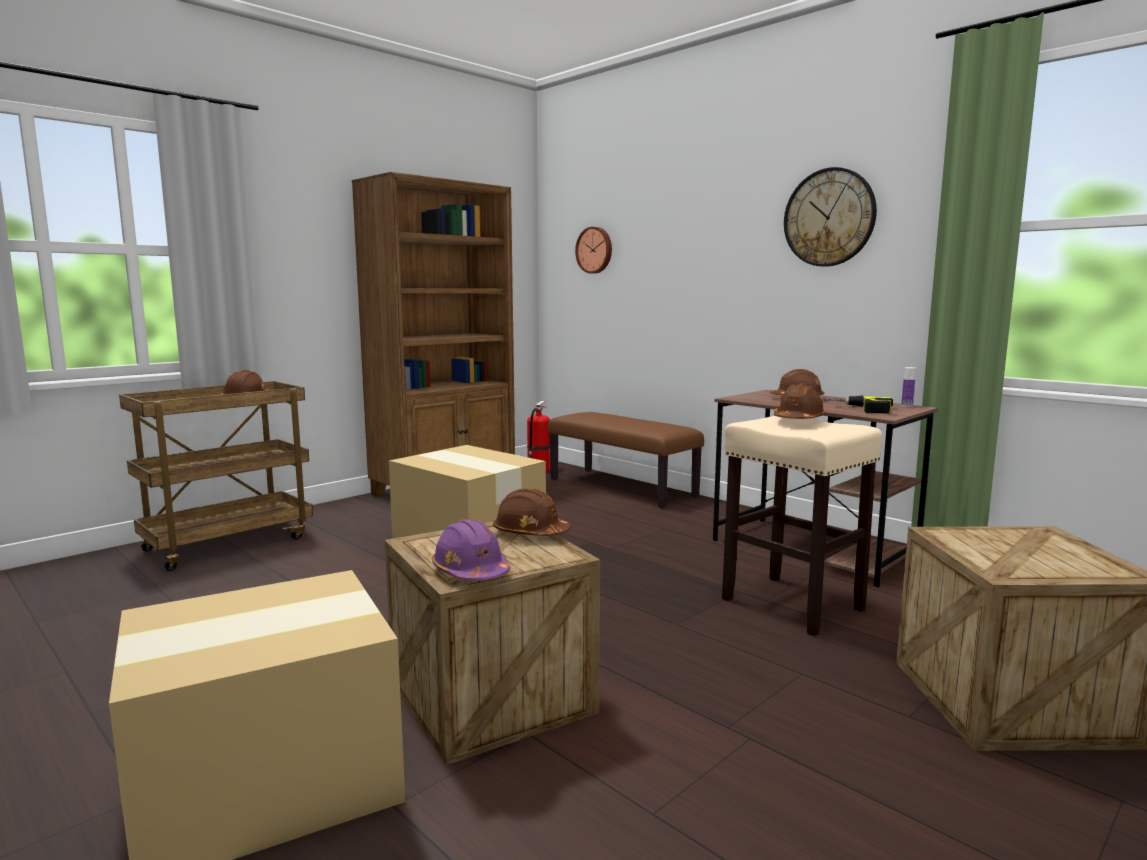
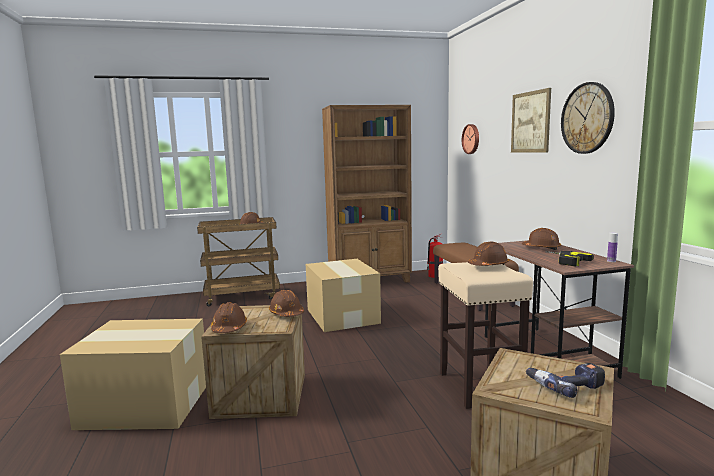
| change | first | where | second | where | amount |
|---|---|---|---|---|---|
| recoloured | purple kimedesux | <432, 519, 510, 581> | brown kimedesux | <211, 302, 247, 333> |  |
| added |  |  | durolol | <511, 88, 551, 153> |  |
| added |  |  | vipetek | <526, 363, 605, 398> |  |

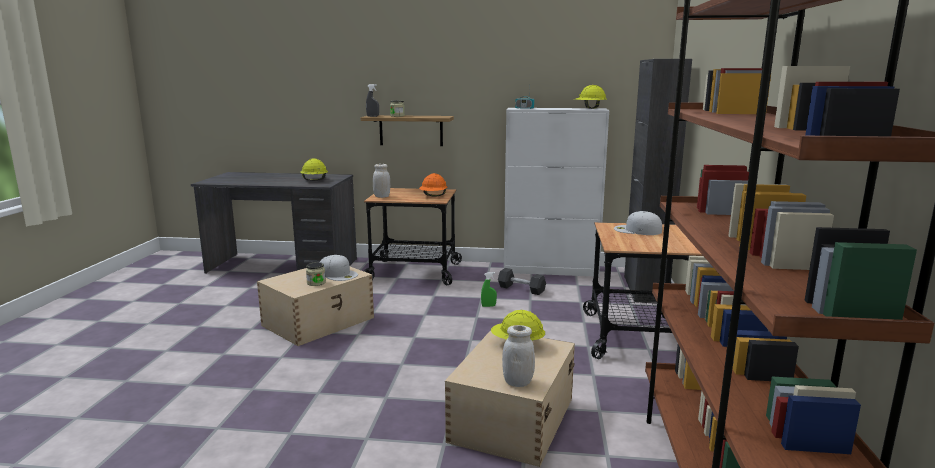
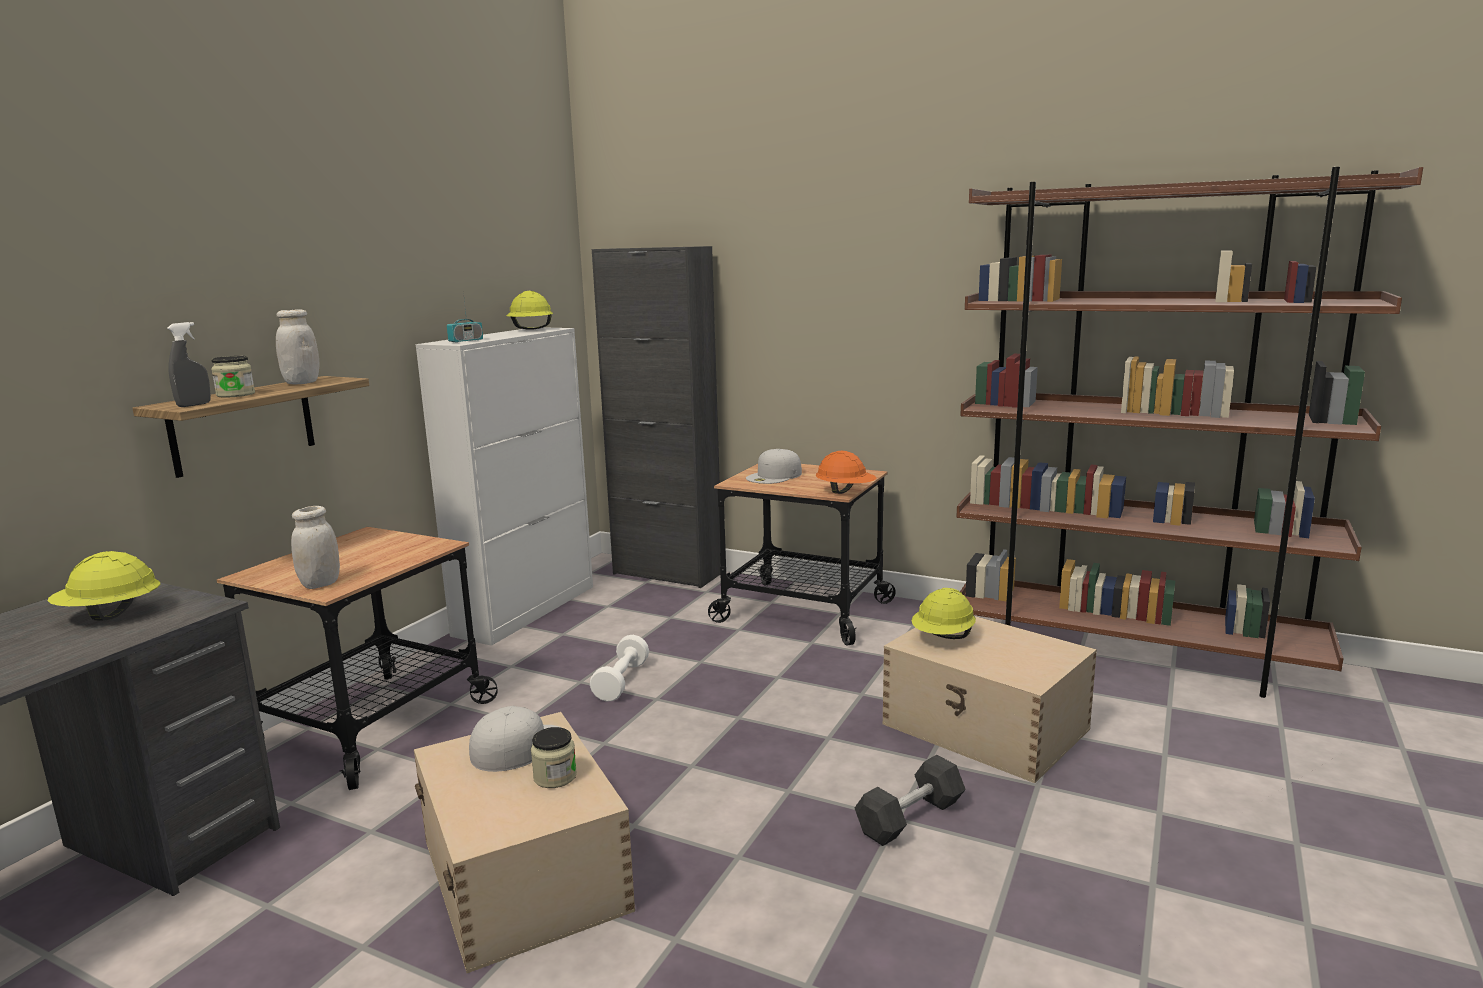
| change | first | where | second | where | amount |
|---|---|---|---|---|---|
| moved | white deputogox | <502, 325, 535, 387> |  | <276, 309, 319, 384> |  |
| replaced | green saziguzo | <481, 272, 497, 307> | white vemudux | <590, 635, 649, 702> |  |
| moved | orange kimedesux | <419, 173, 447, 197> |  | <816, 451, 877, 494> |  |
| moved | black vemudux | <498, 268, 546, 295> |  | <855, 755, 966, 846> |  |

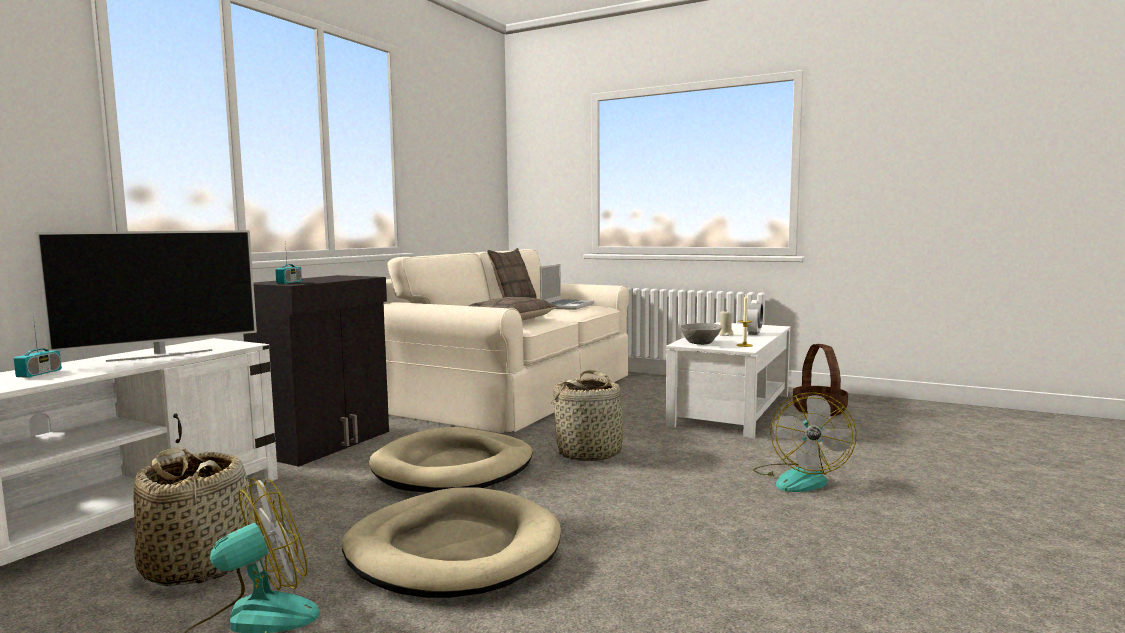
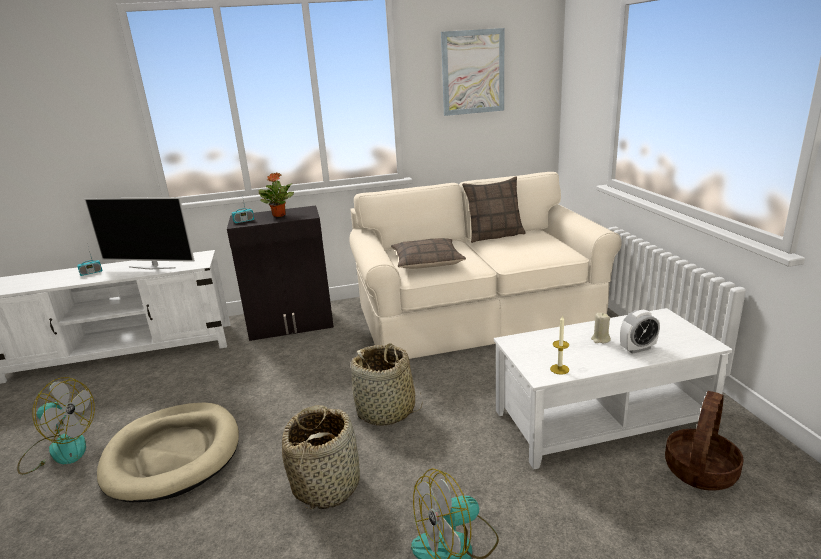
| change | first | where | second | where | amount |
|---|---|---|---|---|---|
| added |  |  | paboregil | <259, 172, 294, 217> |  |
| moved | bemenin | <133, 447, 251, 586> |  | <282, 405, 360, 509> |  |
| added |  |  | durolol | <441, 28, 504, 116> |  |
| removed | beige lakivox | <369, 427, 533, 493> |  |  |  |
| removed | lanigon | <540, 264, 594, 310> |  |  |  |
| removed | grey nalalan | <680, 323, 722, 345> |  |  |  |

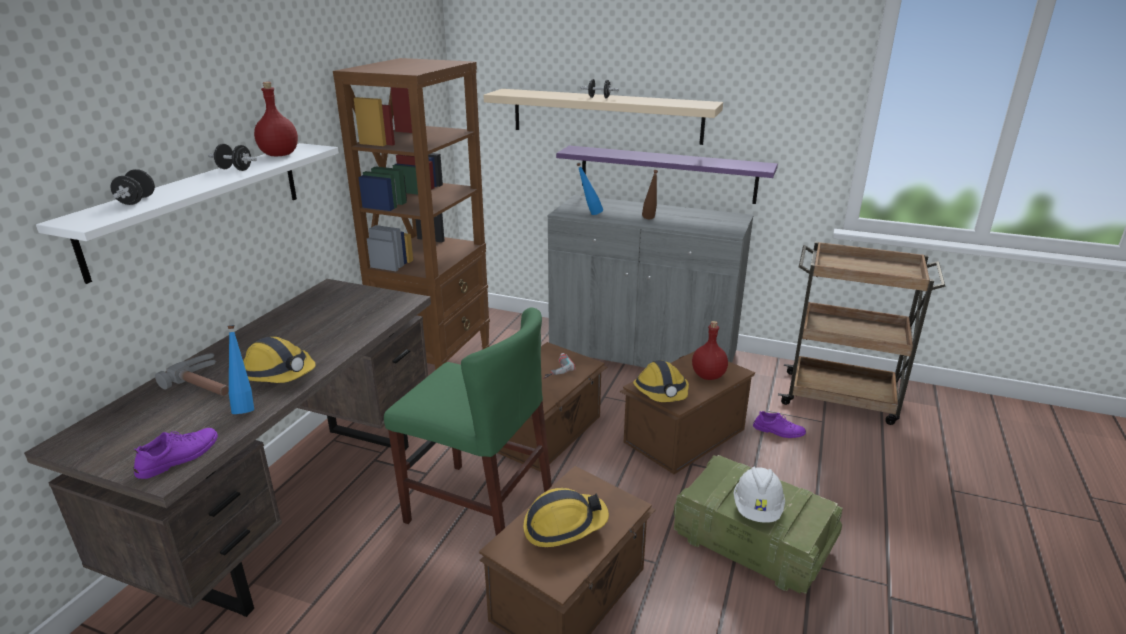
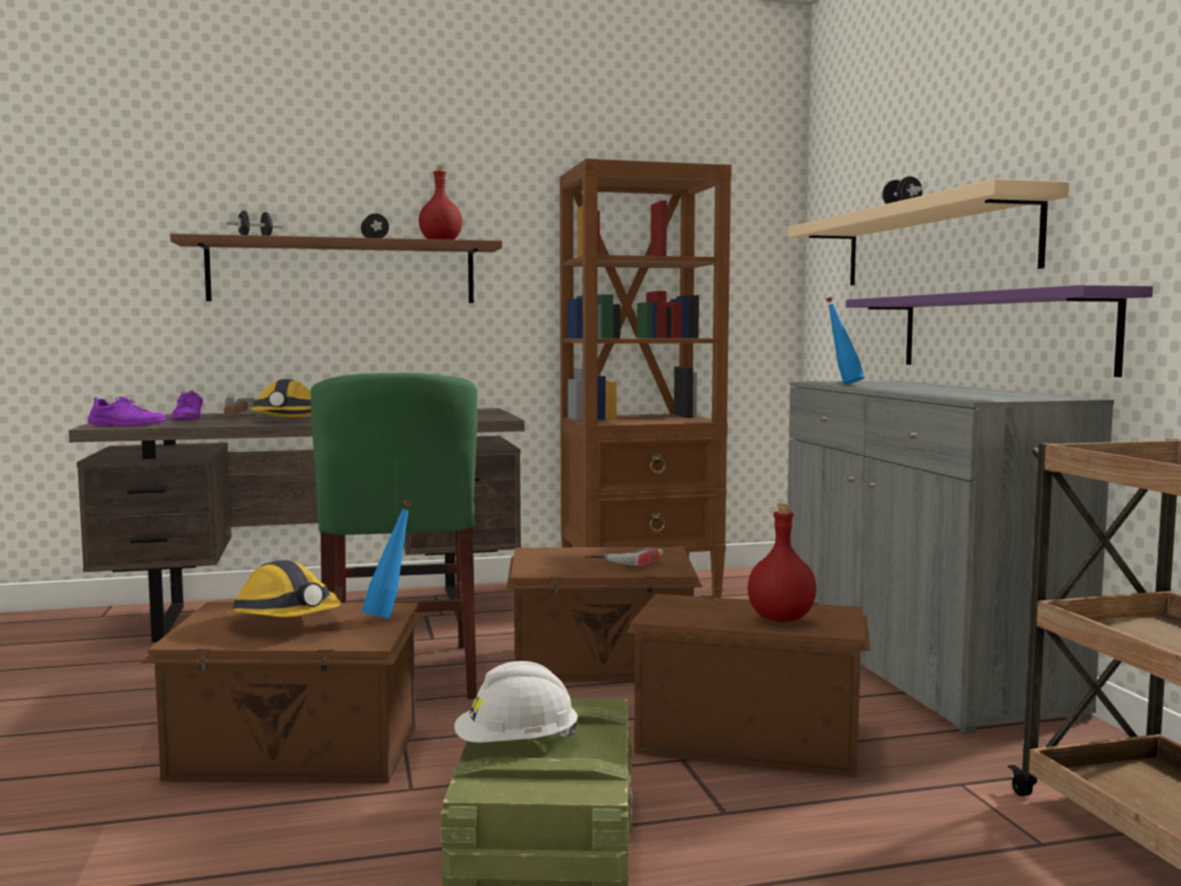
| change | first | where | second | where | amount |
|---|---|---|---|---|---|
| recoloured | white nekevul | <36, 143, 339, 284> | brown nekevul | <170, 234, 502, 303> |  |
| moved | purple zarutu | <753, 411, 806, 438> |  | <172, 391, 203, 420> |  |
| moved | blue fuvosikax | <228, 325, 254, 414> |  | <362, 500, 412, 619> |  |
| removed | kimedesux | <633, 361, 689, 402> |  |  |  |
| removed | brown fuvosikax | <642, 170, 658, 219> |  |  |  |

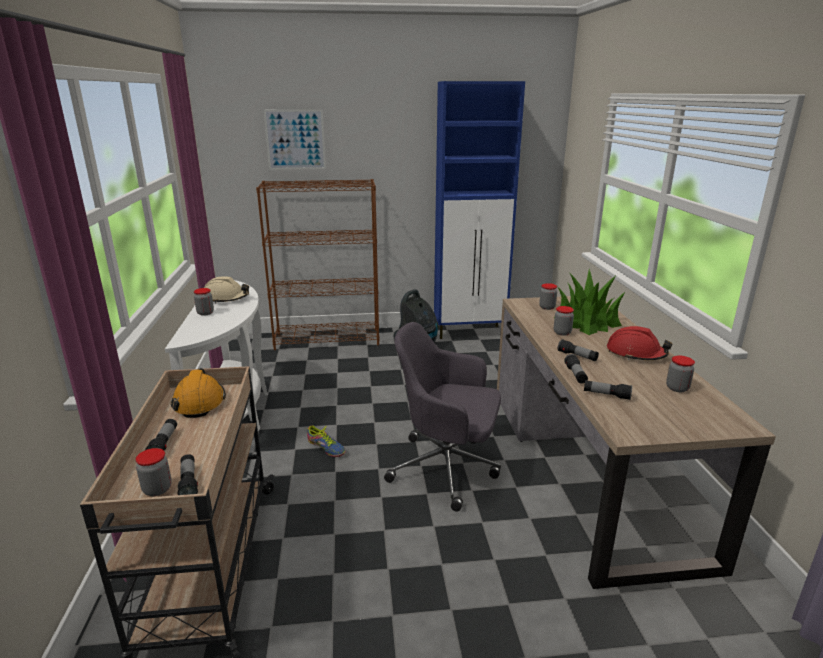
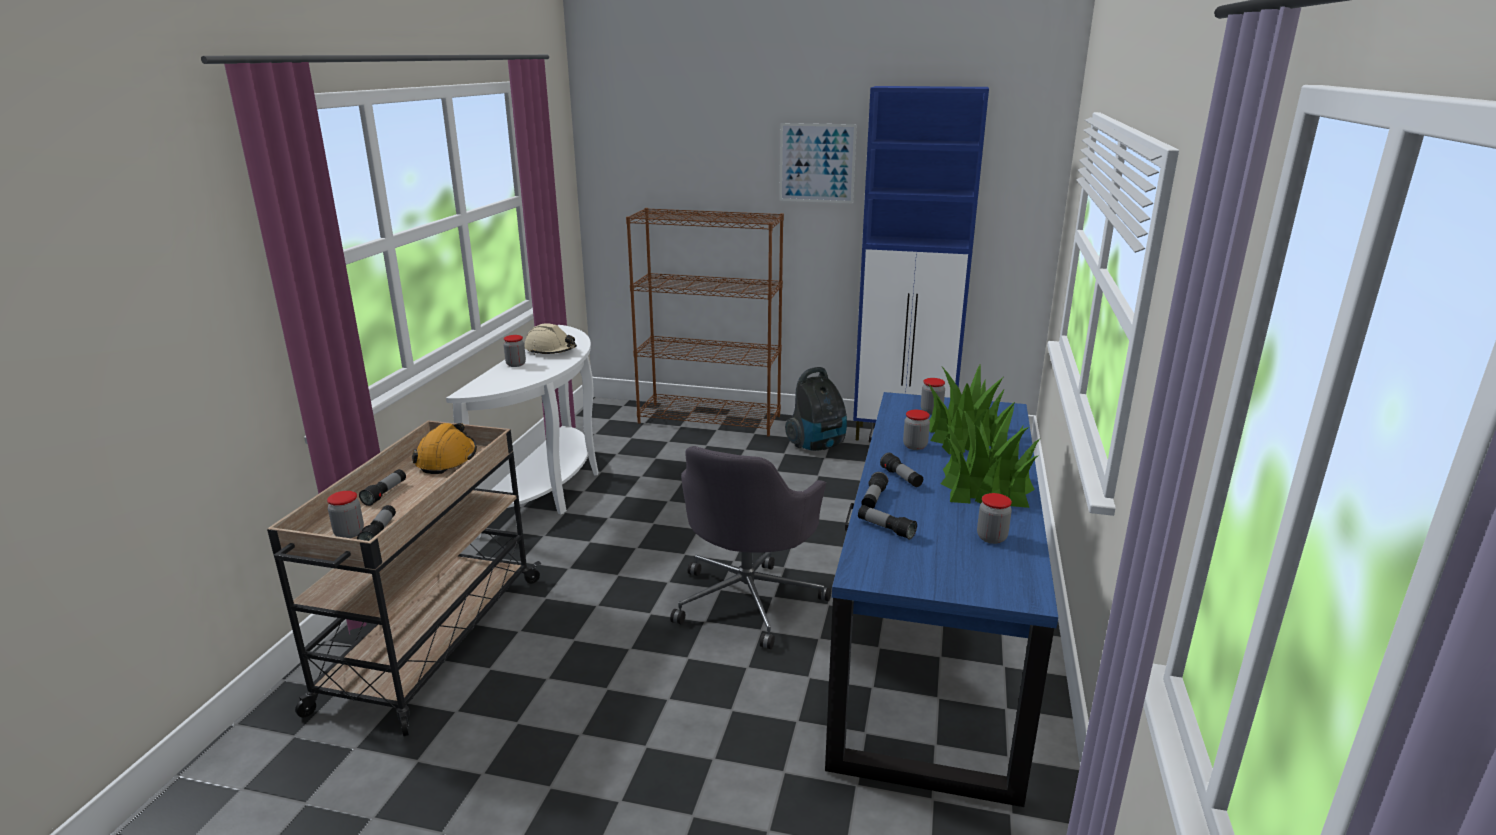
| change | first | where | second | where | amount |
|---|---|---|---|---|---|
| turned | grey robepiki | <384, 322, 501, 512> |  | <670, 446, 831, 649> | 105 degrees counterclockwise |
| moved | durolol | <264, 109, 326, 170> |  | <779, 123, 857, 204> |  |
| recoloured | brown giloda | <497, 296, 776, 589> | blue giloda | <825, 392, 1058, 807> |  |
| replaced | red kimedesux | <607, 326, 672, 360> | paboregil | <941, 406, 1040, 508> |  |
| removed | zarutu | <306, 426, 346, 457> |  |  |  |

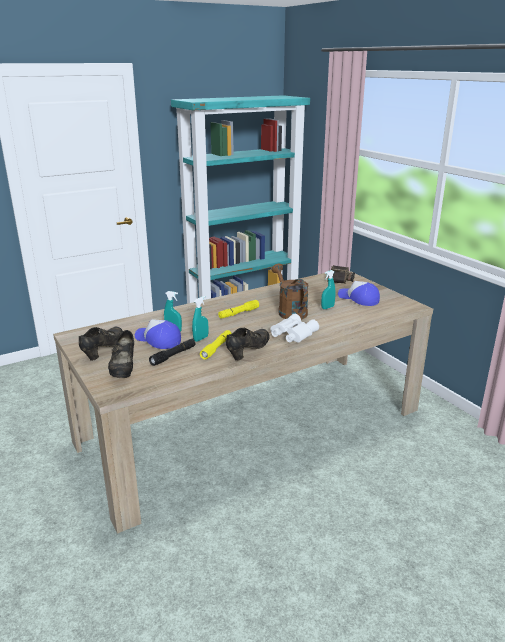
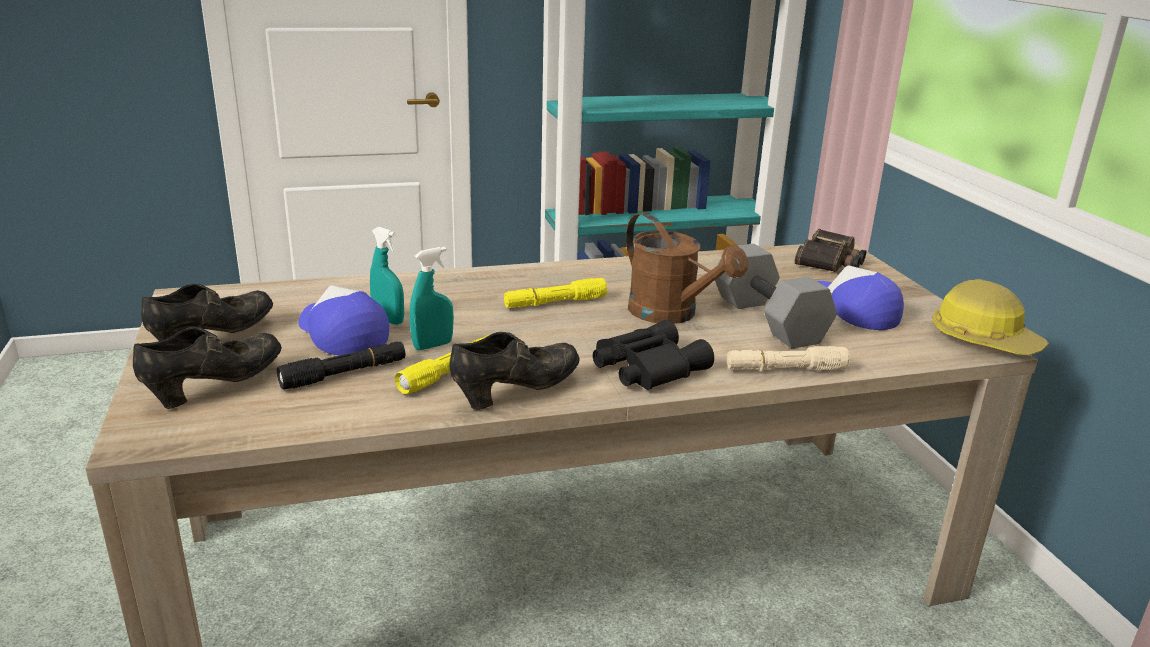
| change | first | where | second | where | amount |
|---|---|---|---|---|---|
| turned | black zarutu | <108, 330, 134, 378> |  | <133, 327, 282, 409> | 150 degrees counterclockwise |
| recoloured | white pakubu | <271, 314, 319, 343> | black pakubu | <593, 320, 714, 390> |  |
| turned | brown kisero | <271, 264, 309, 320> |  | <626, 212, 748, 324> | 150 degrees clockwise |
| replaced | turquoise saziguzo | <321, 270, 336, 309> | grey vemudux | <715, 244, 837, 348> |  |
| added |  |  | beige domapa | <727, 346, 850, 371> |  |
| added |  |  | kimedesux | <932, 279, 1049, 355> |  |

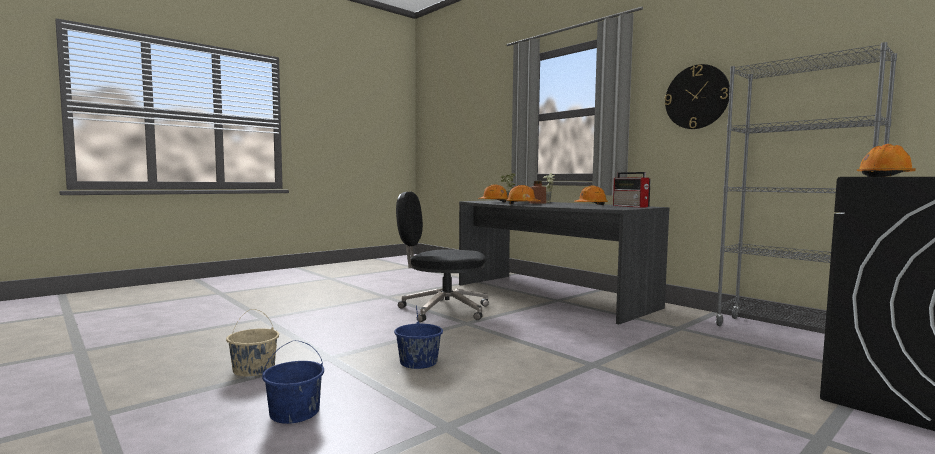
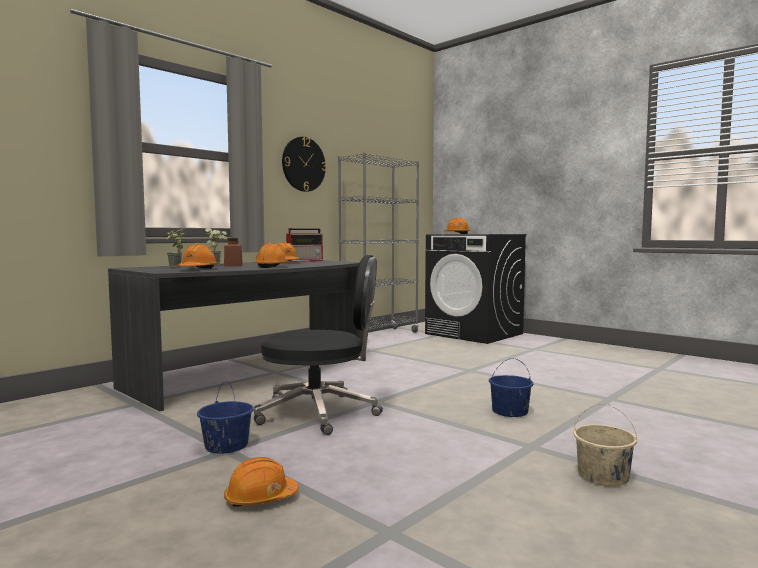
| change | first | where | second | where | amount |
|---|---|---|---|---|---|
| moved | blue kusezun | <262, 341, 324, 424> |  | <197, 381, 254, 454> |  |
| added |  |  | orange kimedesux | <224, 457, 299, 507> |  |
| turned | black robepiki | <396, 191, 489, 322> |  | <254, 255, 383, 435> | 90 degrees counterclockwise |

